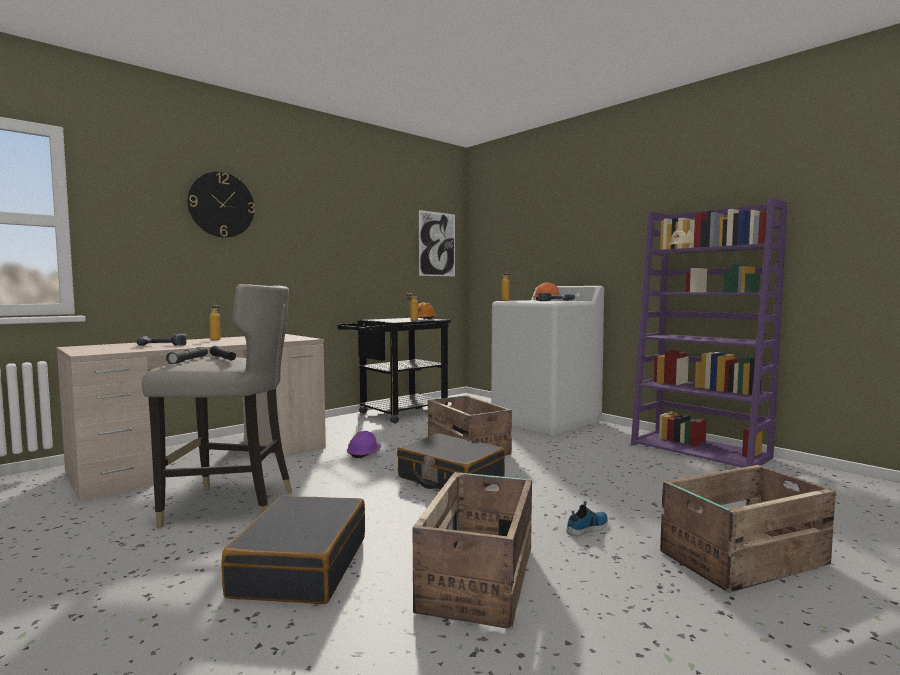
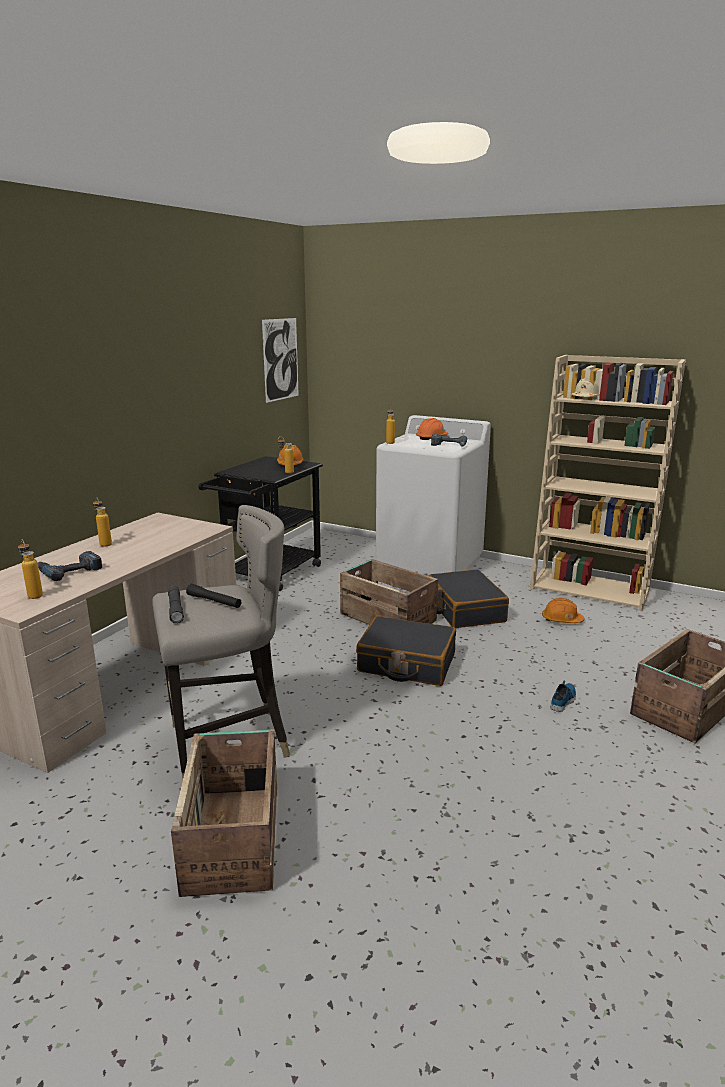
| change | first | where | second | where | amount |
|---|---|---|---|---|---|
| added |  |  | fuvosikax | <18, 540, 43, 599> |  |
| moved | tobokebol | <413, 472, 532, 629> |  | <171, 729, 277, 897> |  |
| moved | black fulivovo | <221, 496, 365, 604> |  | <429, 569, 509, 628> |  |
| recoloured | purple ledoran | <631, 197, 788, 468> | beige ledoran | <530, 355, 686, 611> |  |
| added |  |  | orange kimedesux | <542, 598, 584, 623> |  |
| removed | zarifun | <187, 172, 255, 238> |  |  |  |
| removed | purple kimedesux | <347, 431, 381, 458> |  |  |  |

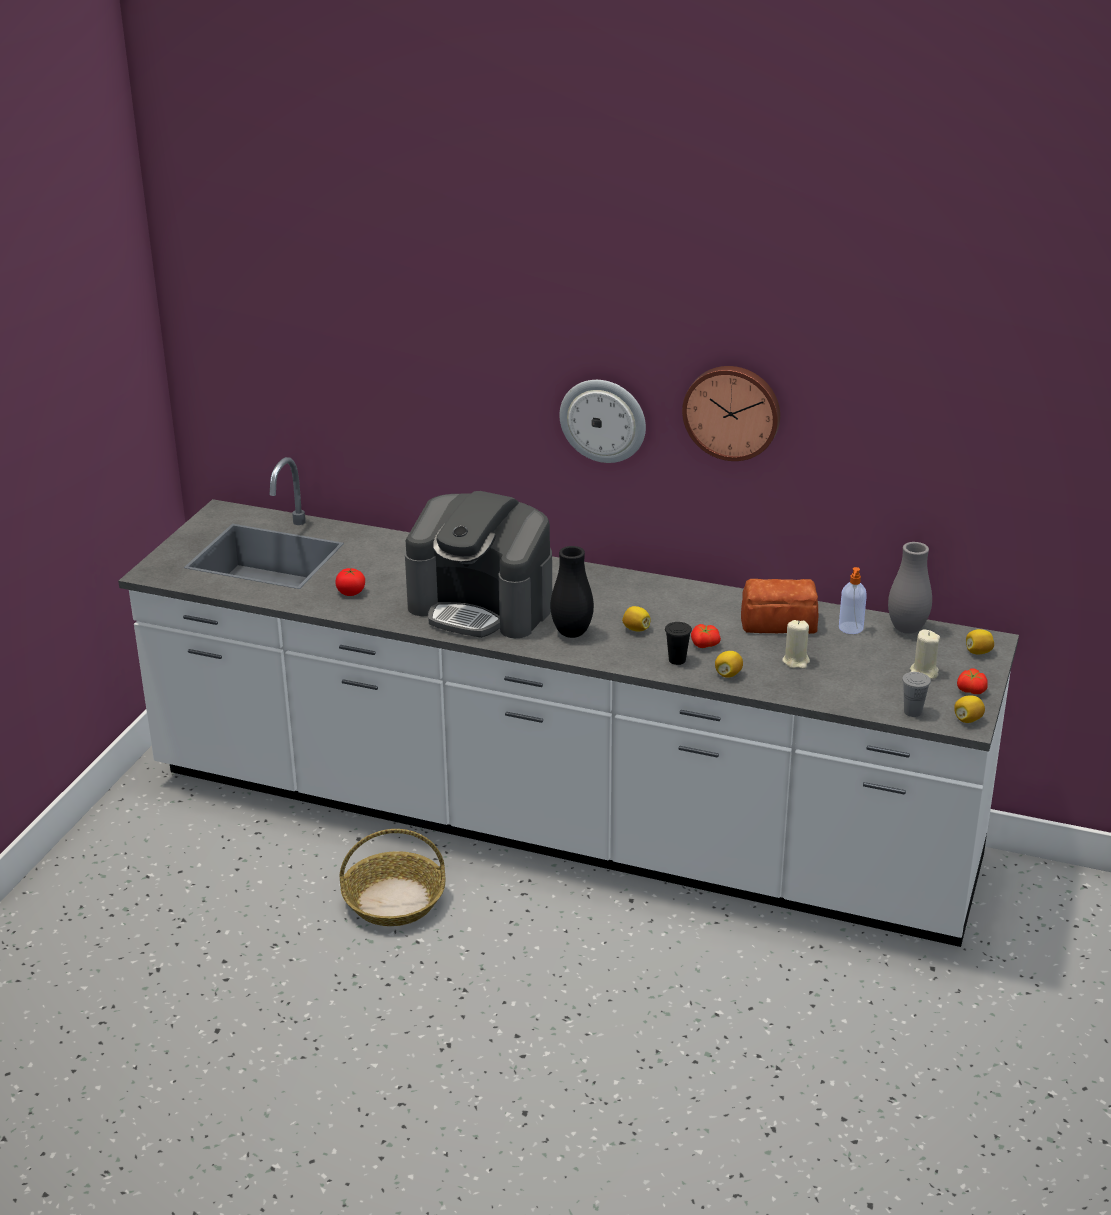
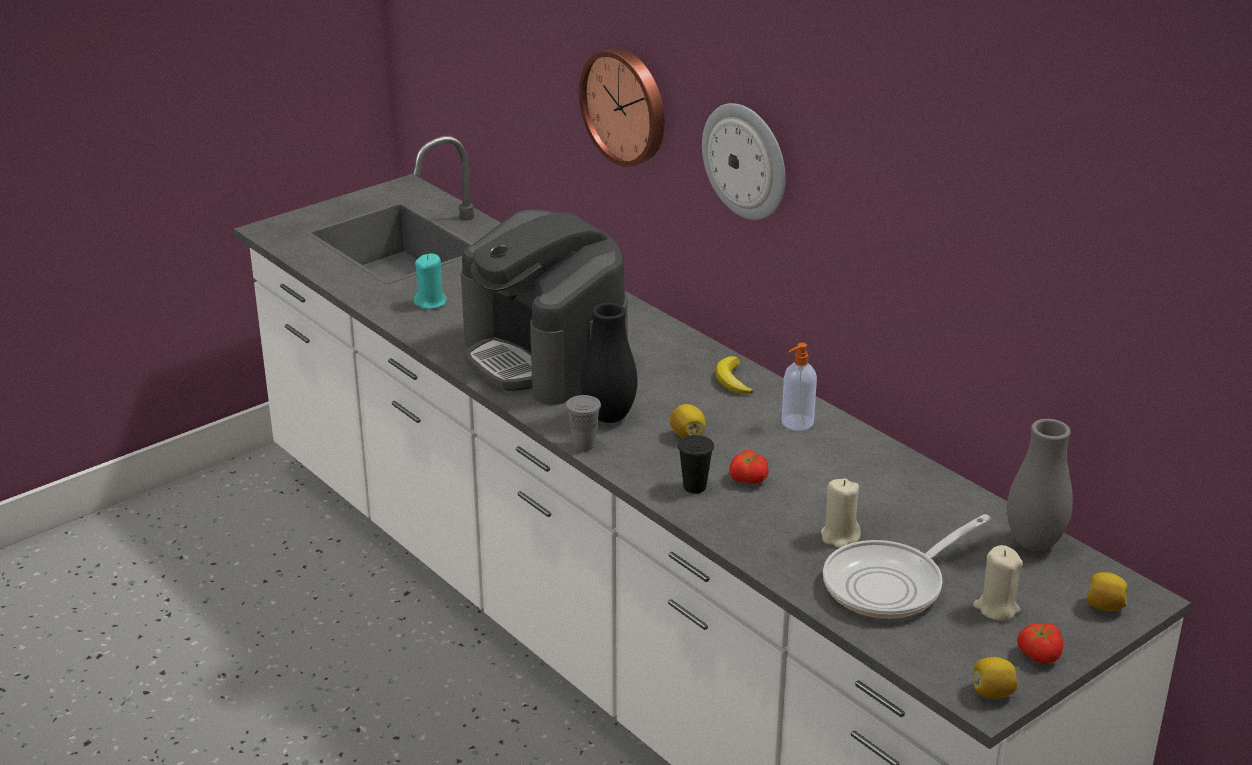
| change | first | where | second | where | amount |
|---|---|---|---|---|---|
| replaced | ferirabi | <335, 568, 365, 596> | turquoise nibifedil | <414, 253, 447, 309> |  |
| moved | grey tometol | <902, 672, 931, 717> |  | <566, 395, 601, 451> |  |
| moved | zarifun | <682, 366, 780, 461> |  | <579, 48, 665, 167> |  |
| added |  |  | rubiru | <716, 356, 754, 394> |  |
| moved | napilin | <839, 567, 867, 634> |  | <781, 343, 817, 431> |  |
| added |  |  | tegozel | <823, 514, 991, 618> |  |
| removed | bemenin | <340, 829, 445, 926> |  |  |  |
| removed | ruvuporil | <715, 651, 743, 678> |  |  |  |
| removed | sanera | <741, 579, 818, 634> |  |  |  |

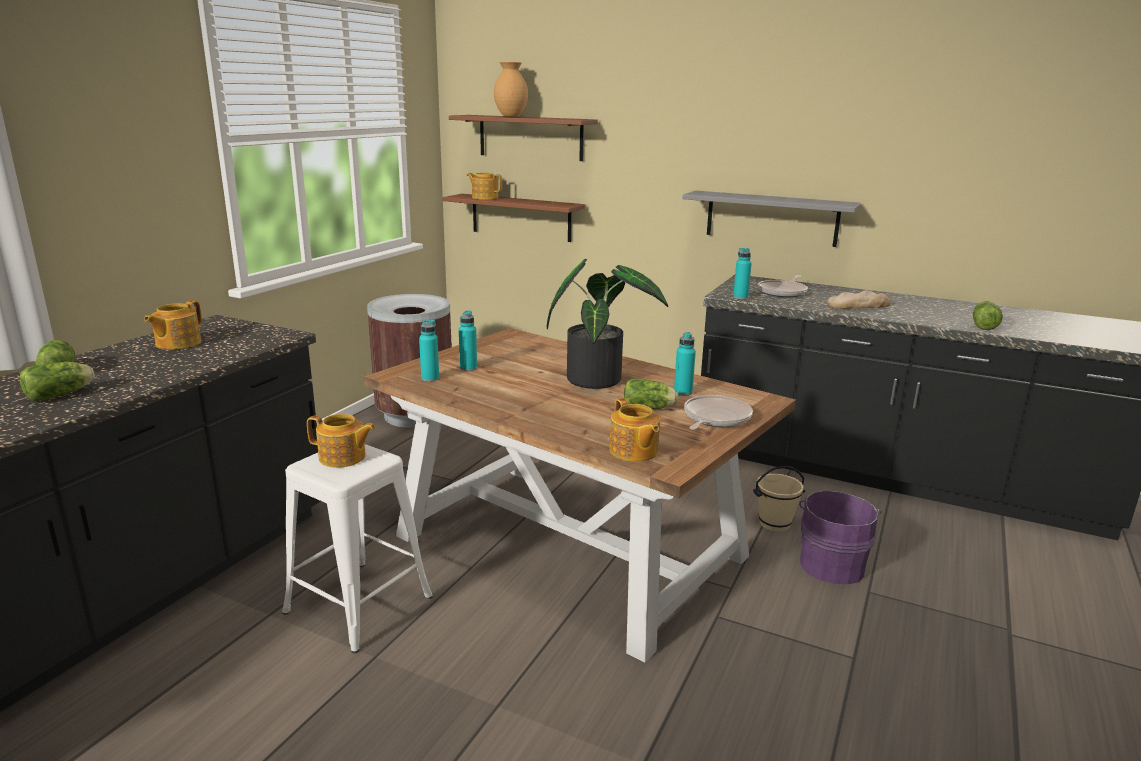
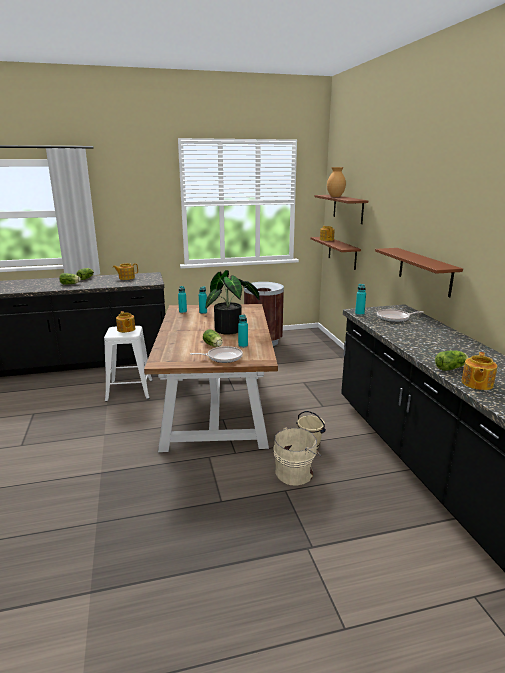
| change | first | where | second | where | amount |
|---|---|---|---|---|---|
| recoloured | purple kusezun | <799, 491, 882, 584> | beige kusezun | <273, 427, 321, 485> |  |
| recoloured | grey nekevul | <683, 191, 861, 247> | brown nekevul | <375, 248, 463, 298> |  |
| moved | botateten | <609, 398, 660, 462> |  | <461, 352, 497, 390> |  |
| removed | sanera | <827, 290, 891, 309> |  |  |  |

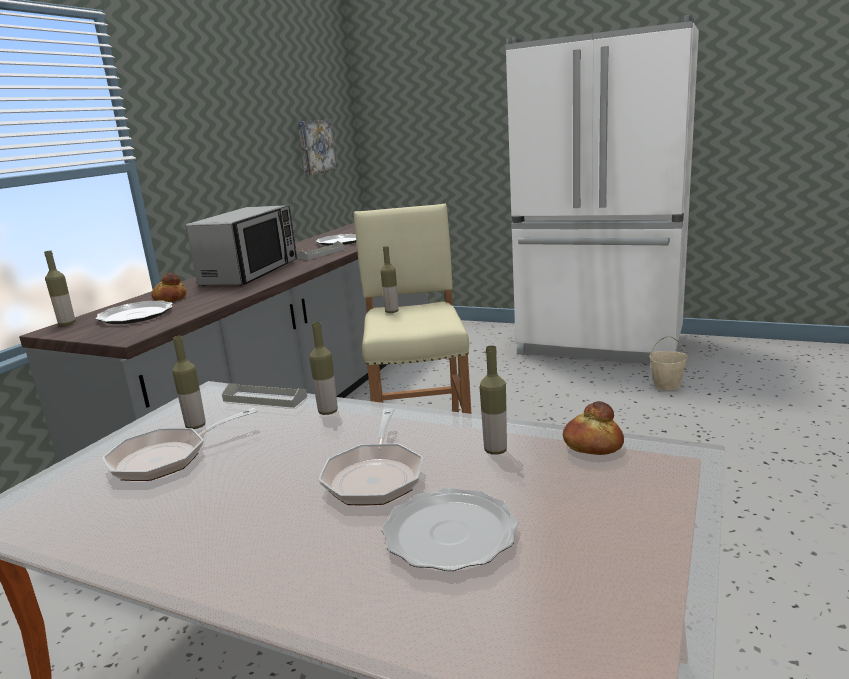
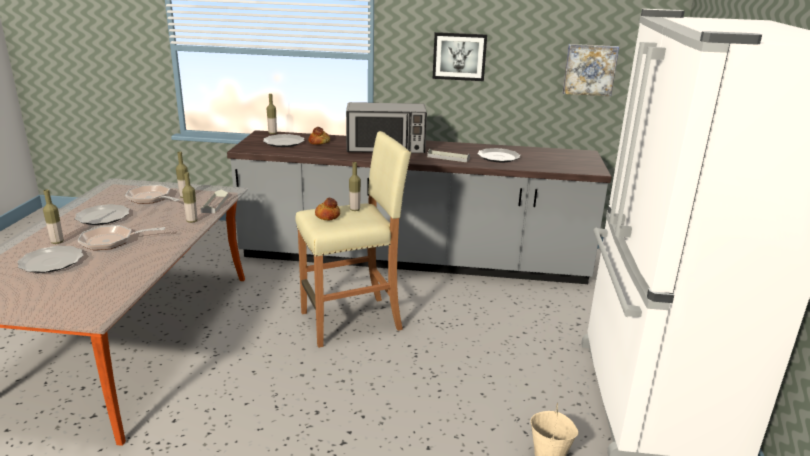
| change | first | where | second | where | amount |
|---|---|---|---|---|---|
| moved | fuvosikax | <480, 346, 507, 455> |  | <43, 189, 64, 244> |  |
| added |  |  | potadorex | <75, 204, 130, 225> |  |
| moved | sanera | <563, 401, 624, 455> |  | <315, 198, 340, 220> |  |
| added |  |  | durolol | <433, 32, 487, 81> |  |

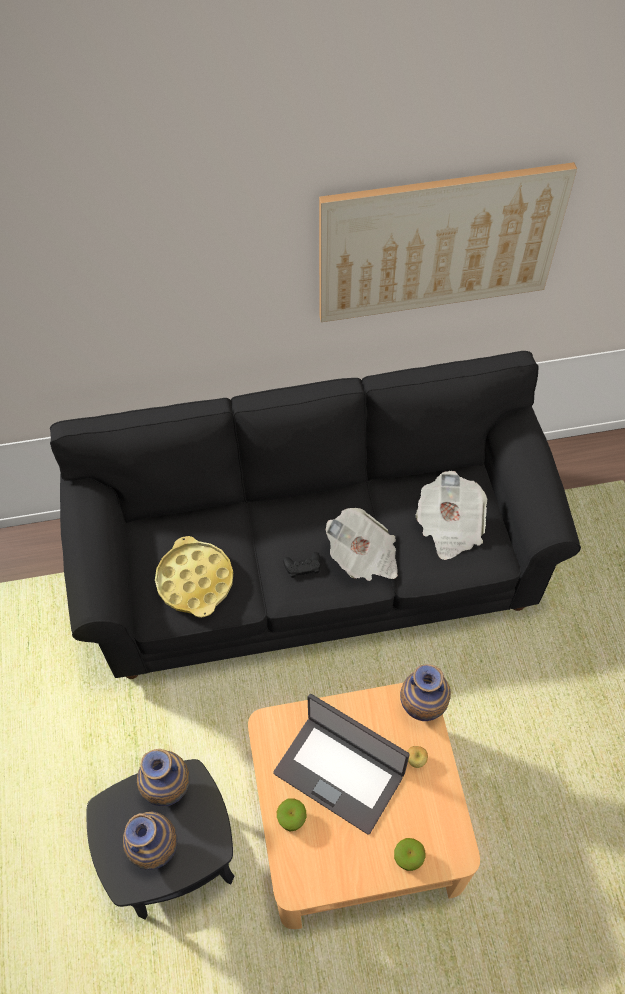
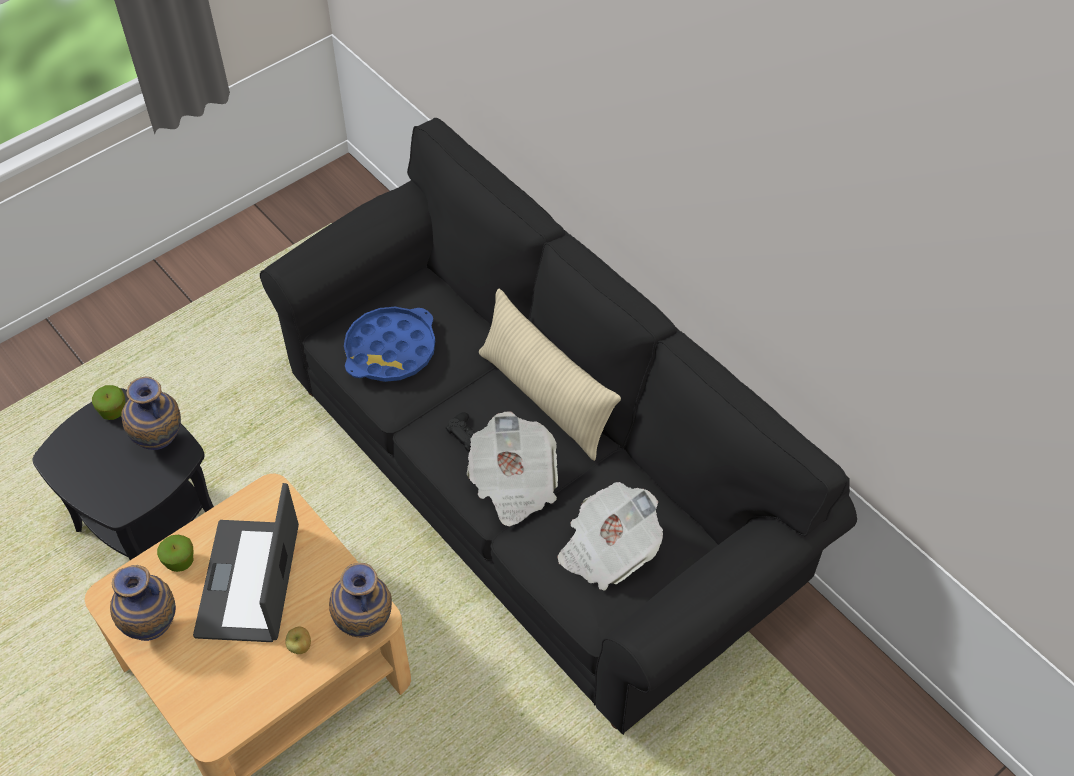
| change | first | where | second | where | amount |
|---|---|---|---|---|---|
| moved | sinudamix | <394, 838, 426, 871> |  | <92, 385, 126, 420> |  |
| moved | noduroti | <123, 812, 178, 870> |  | <110, 565, 176, 641> |  |
| recoloured | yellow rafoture | <155, 536, 233, 618> | blue rafoture | <344, 307, 435, 382> |  |
| added |  |  | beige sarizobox | <479, 289, 621, 461> |  |
| removed | durolol | <319, 162, 577, 322> |  |  |  |

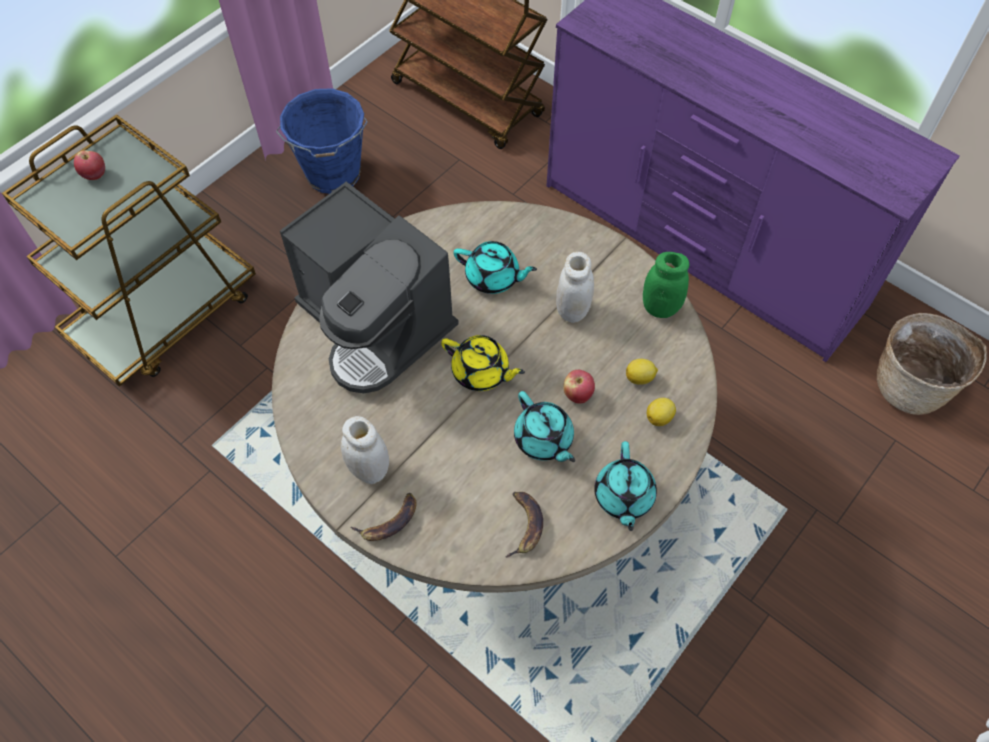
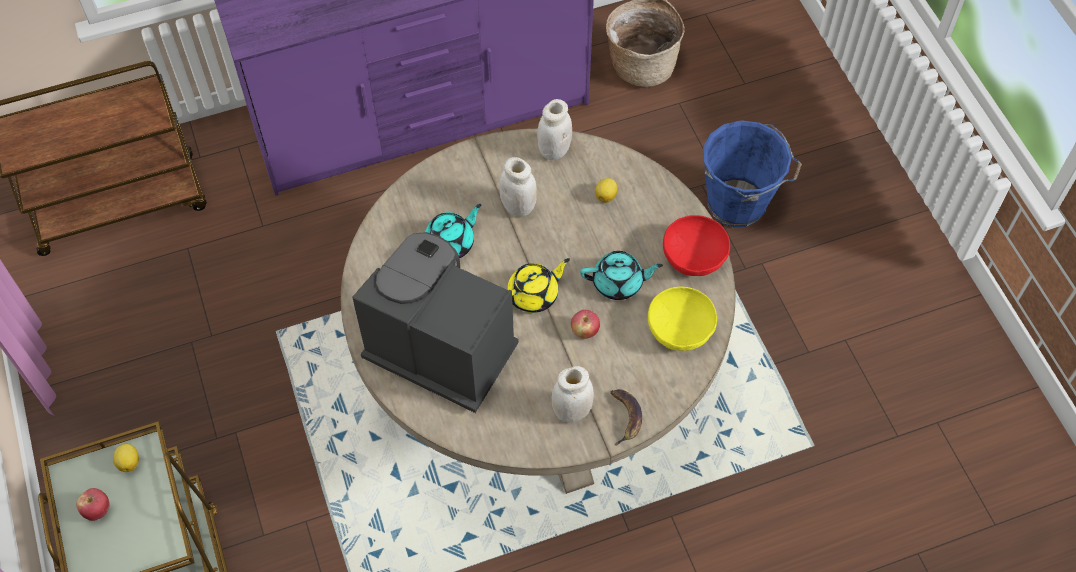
| change | first | where | second | where | amount |
|---|---|---|---|---|---|
| moved | ruvuporil | <647, 398, 676, 426> |  | <113, 444, 139, 472> |  |
| turned | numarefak | <280, 182, 459, 393> |  | <352, 232, 519, 413> | 135 degrees counterclockwise |
| recoloured | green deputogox | <643, 252, 689, 318> | white deputogox | <537, 99, 572, 160> |  |
| moved | sinudamix | <563, 370, 595, 403> |  | <571, 310, 600, 339> |  |
| replaced | rubiru | <505, 492, 543, 558> | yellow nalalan | <648, 287, 717, 351> |  |
| replaced | turquoise botateten | <594, 441, 657, 531> | red nalalan | <663, 215, 730, 276> |  |
| moved | blue kusezun | <276, 88, 368, 194> |  | <703, 120, 802, 227> |  |

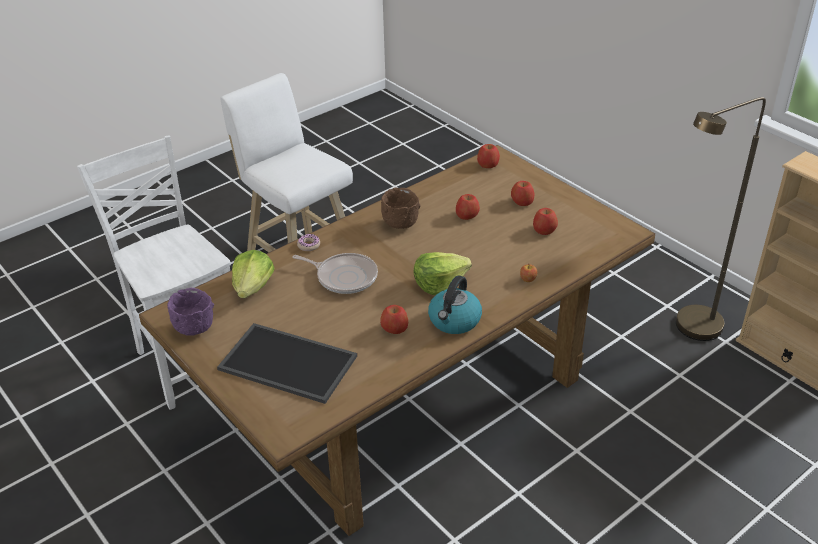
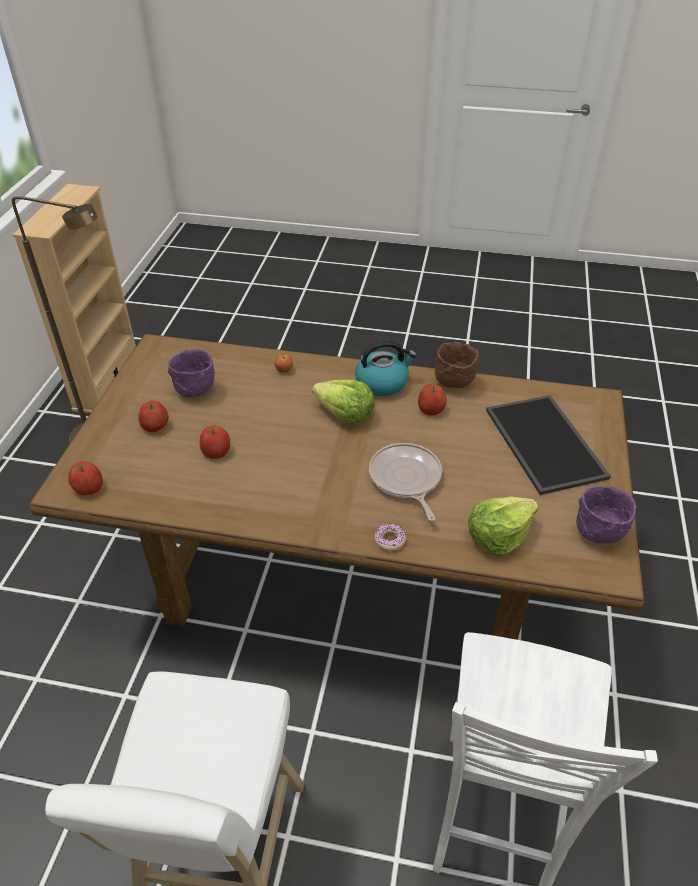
| change | first | where | second | where | amount |
|---|---|---|---|---|---|
| replaced | sinudamix | <533, 208, 558, 235> | purple nalalan | <168, 348, 215, 398> |  |
| moved | brown nalalan | <381, 188, 421, 229> |  | <435, 342, 479, 388> |  |

